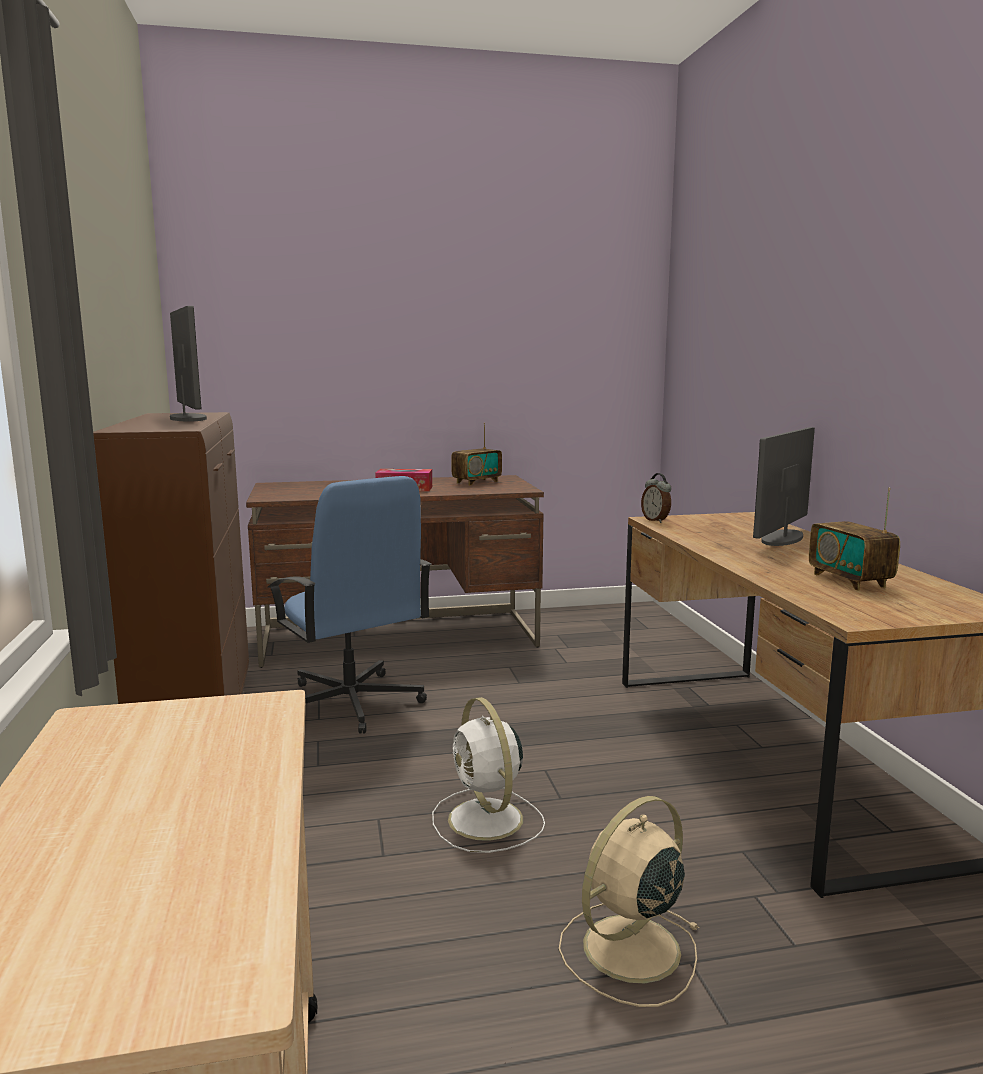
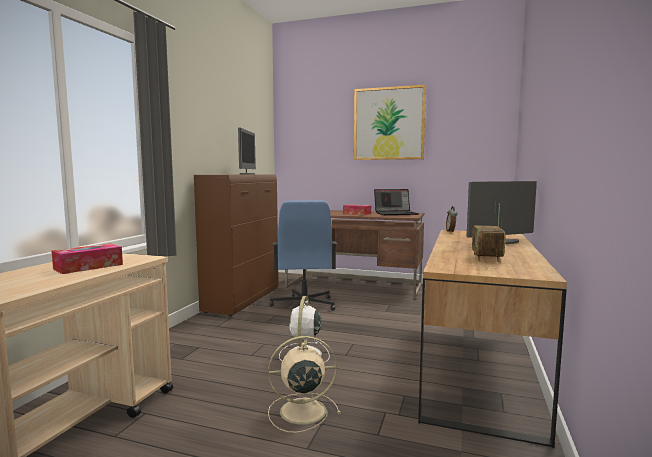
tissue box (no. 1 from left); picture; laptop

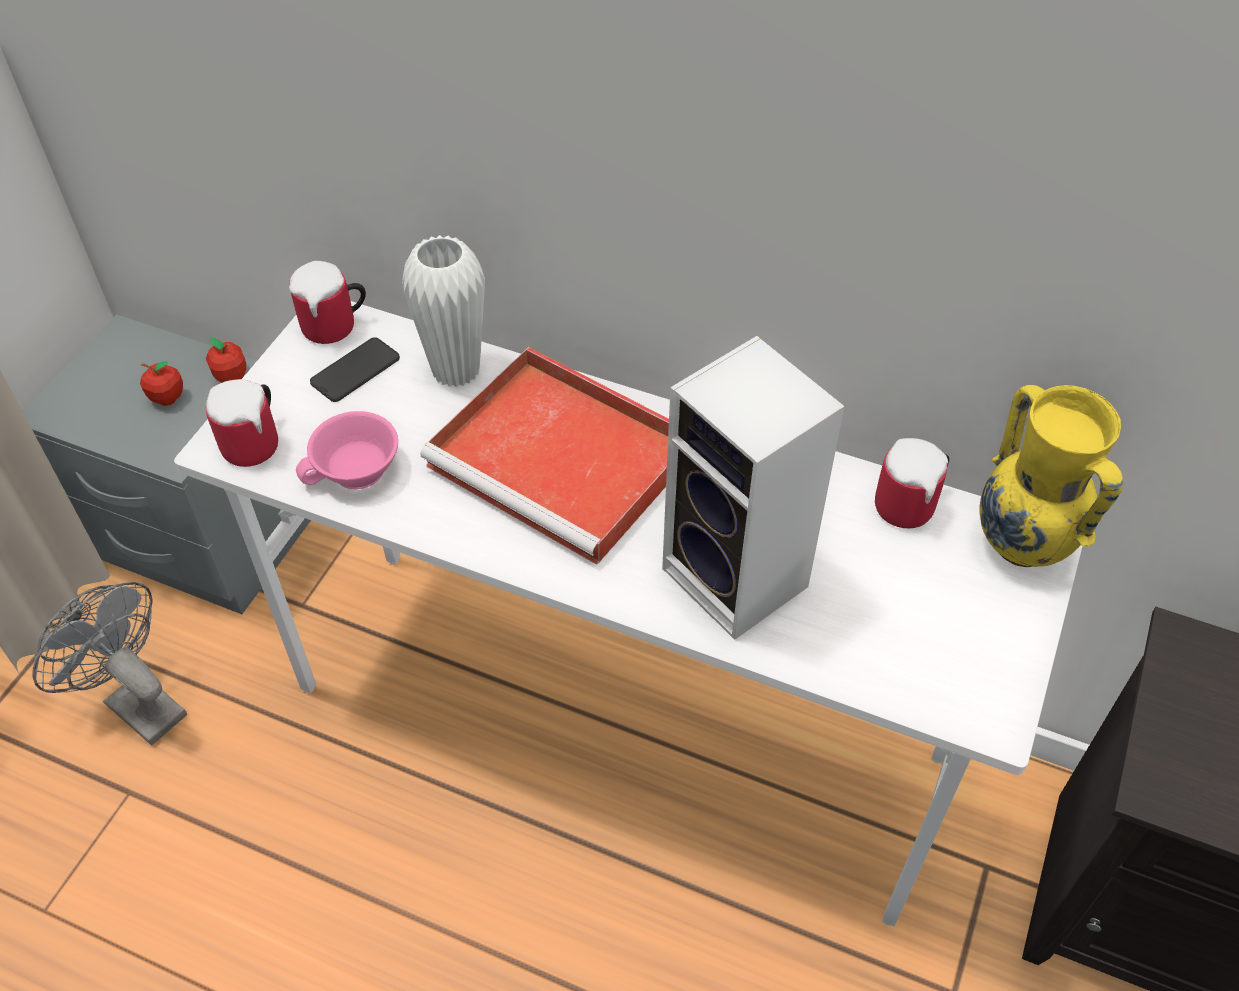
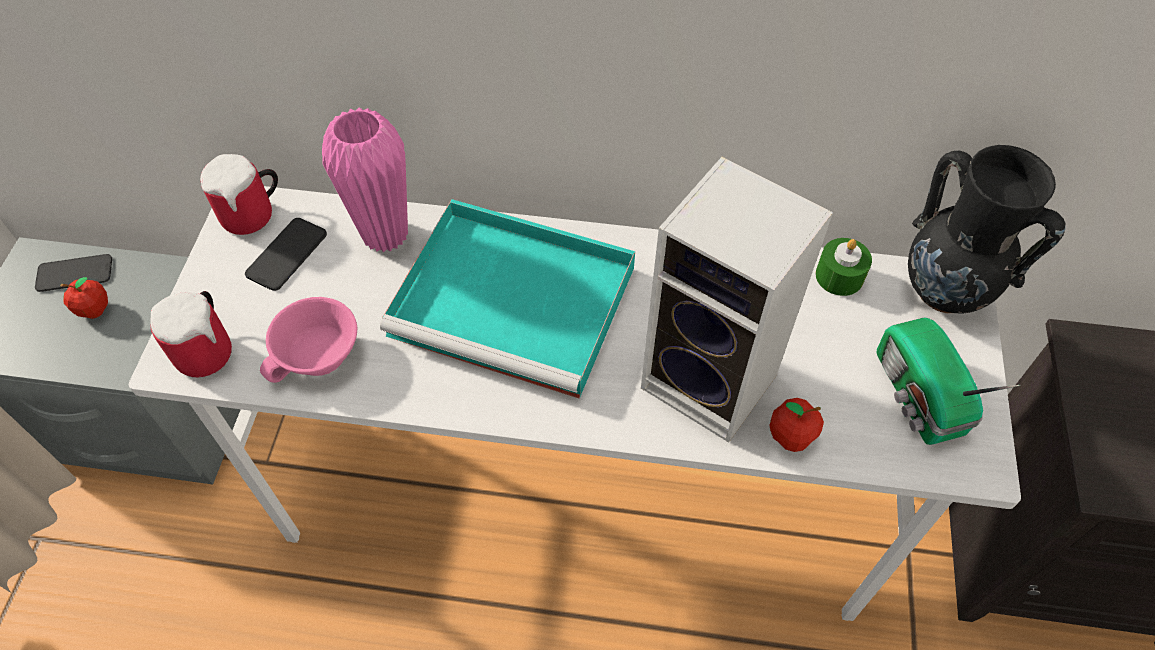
phone (no. 1 from left); pink vase; turquoise tray; apple (no. 2 from left); green candle; radio; black vase; grey fan

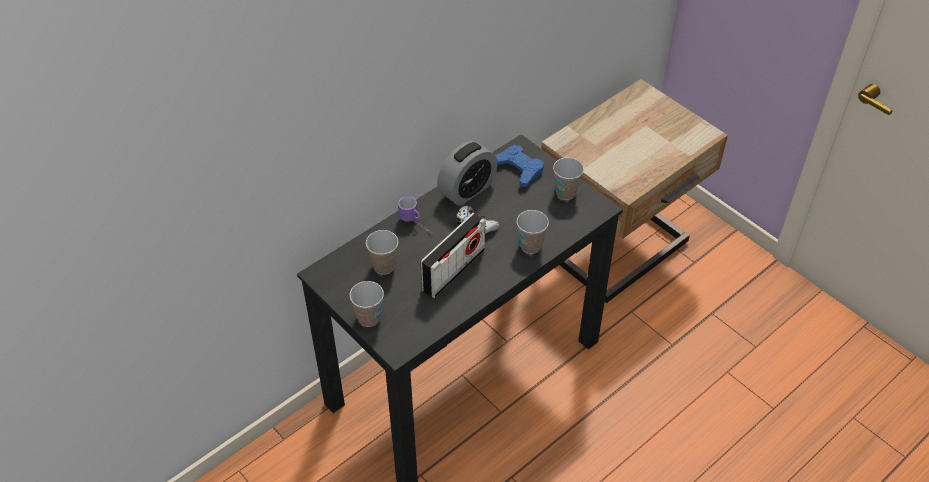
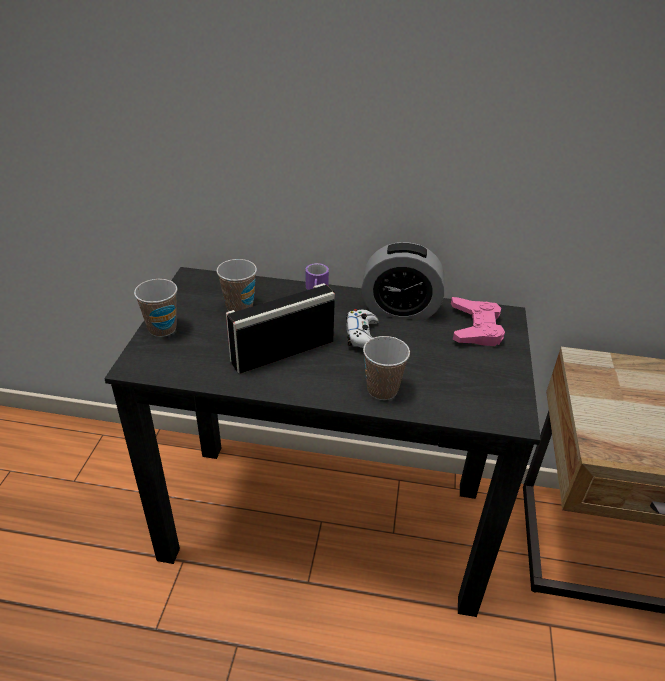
radio; pink game controller; cup (no. 4 from left in the first image)

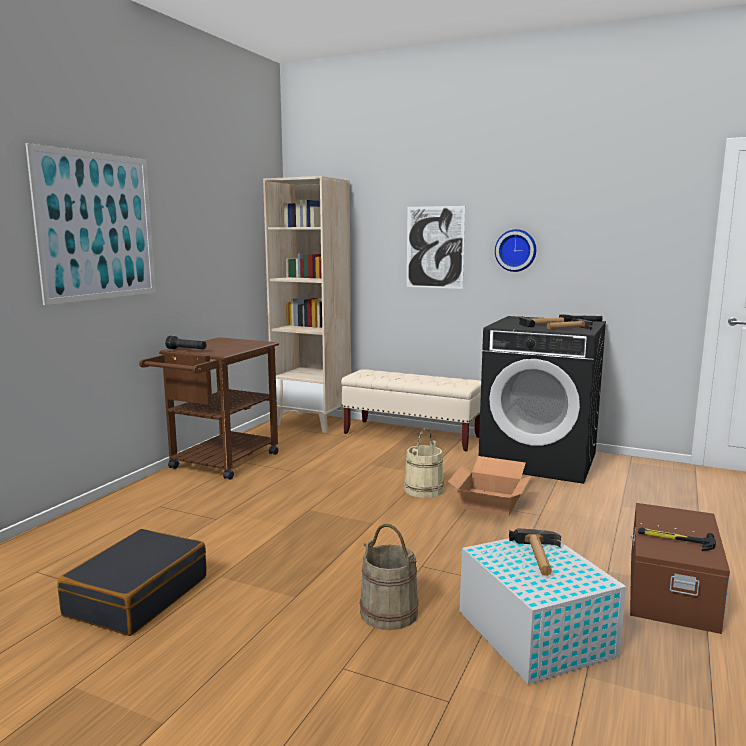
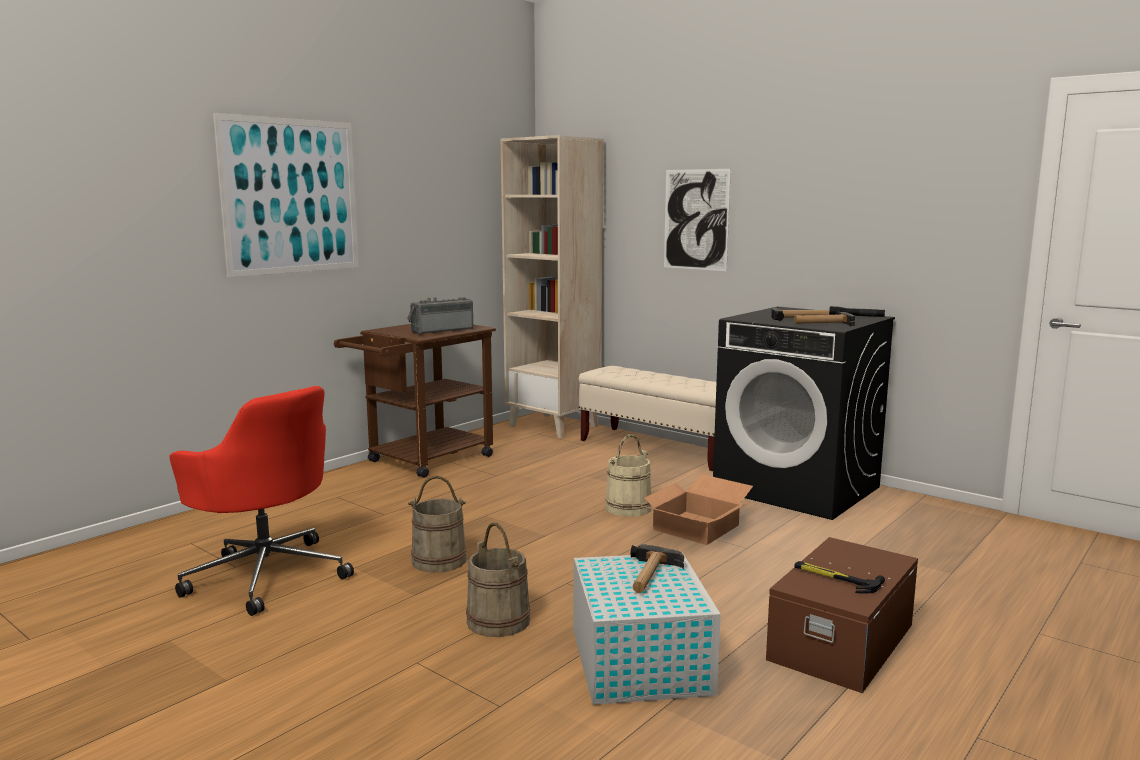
red office chair; radio; beige bucket (no. 1 from left); black flashlight (no. 1 from left in the first image); wall clock

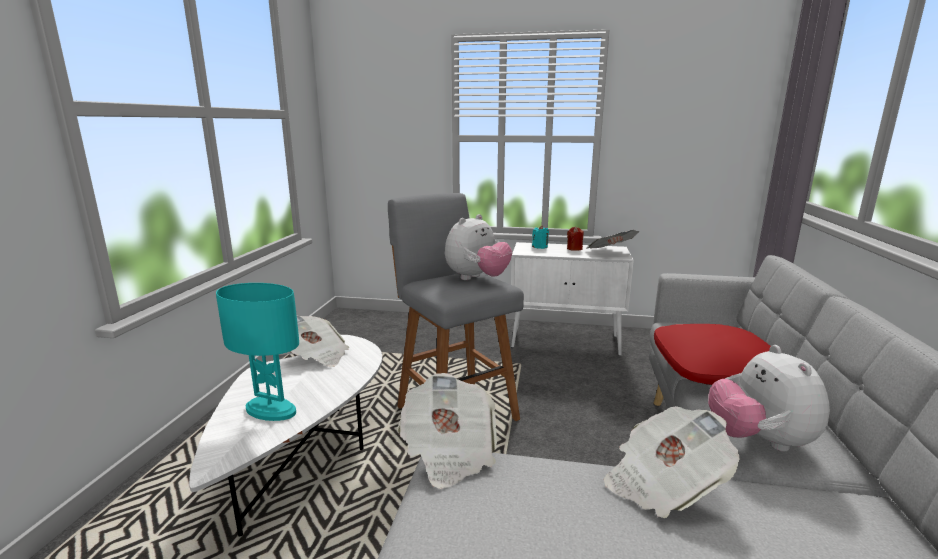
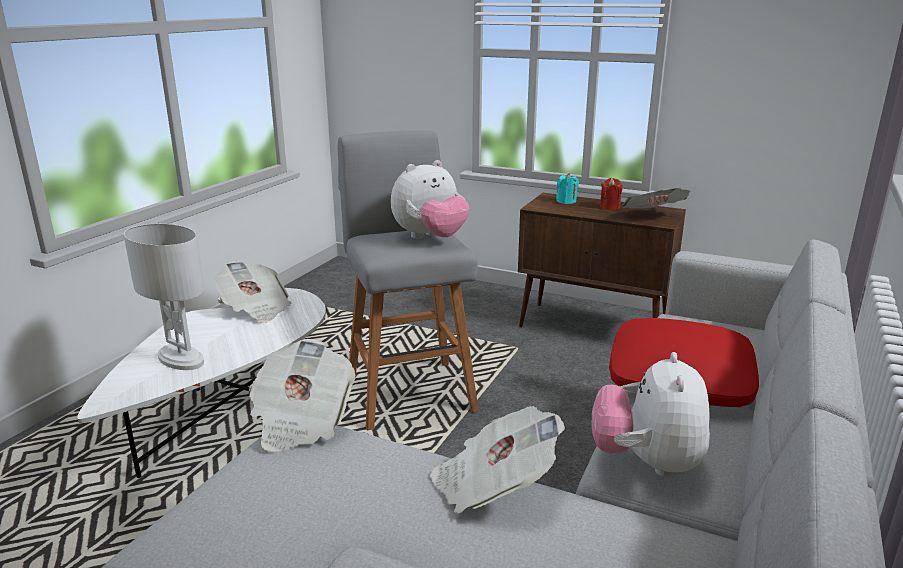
white table lamp; brown cabinet

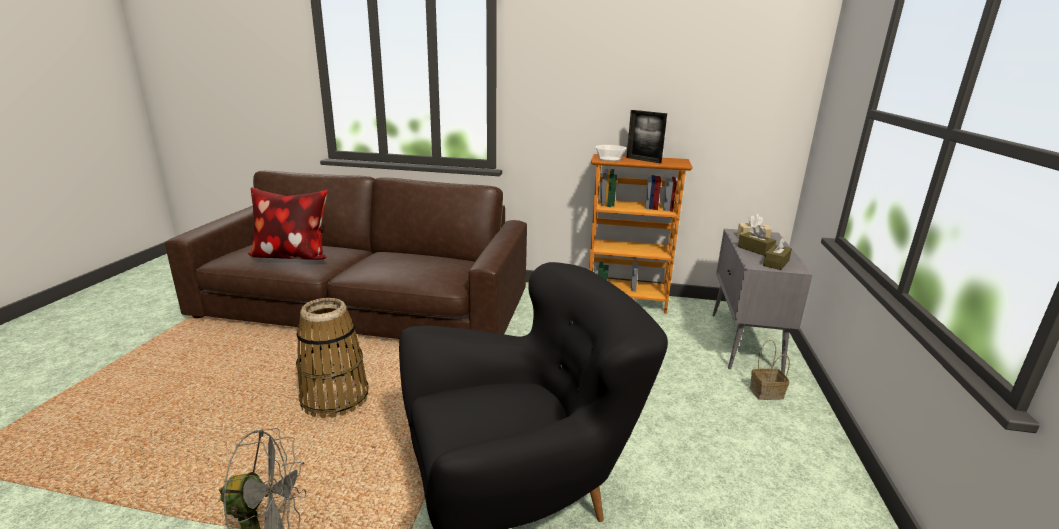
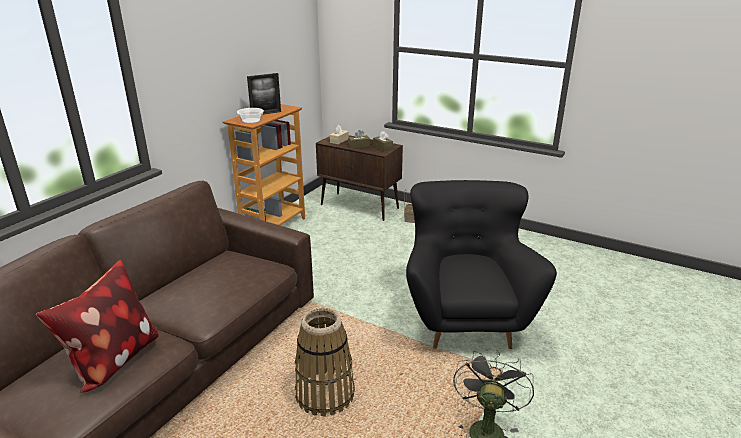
brown cabinet

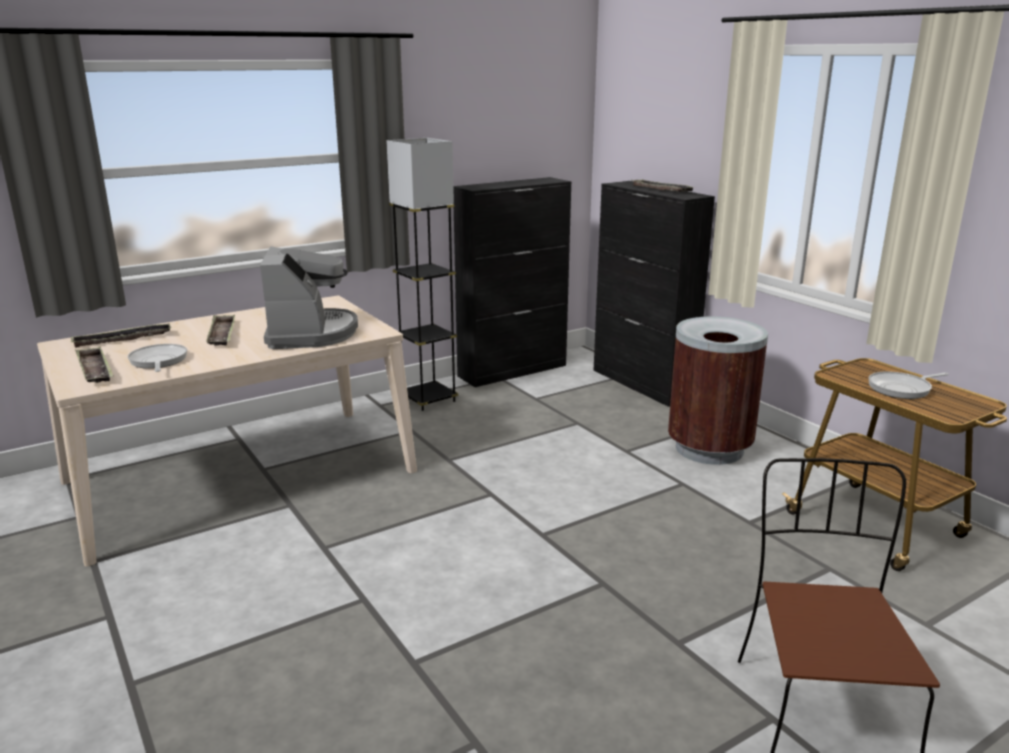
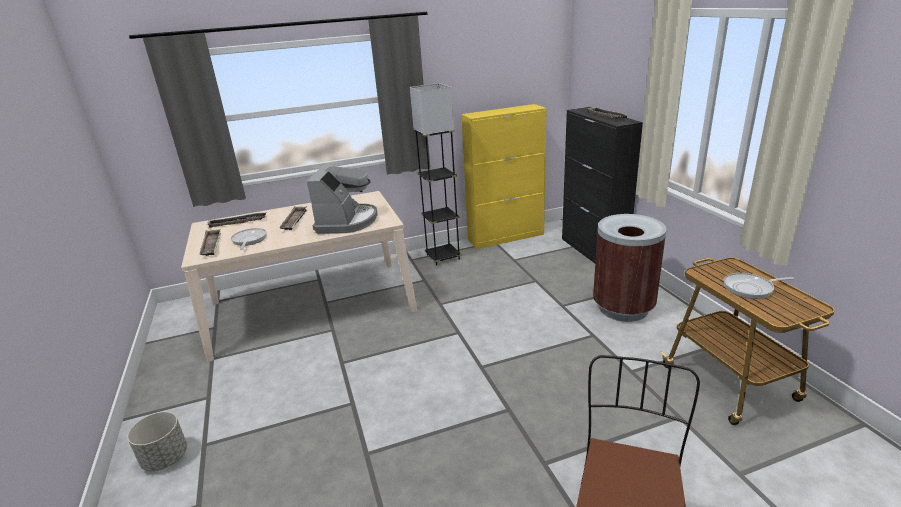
grey planter; yellow cabinet

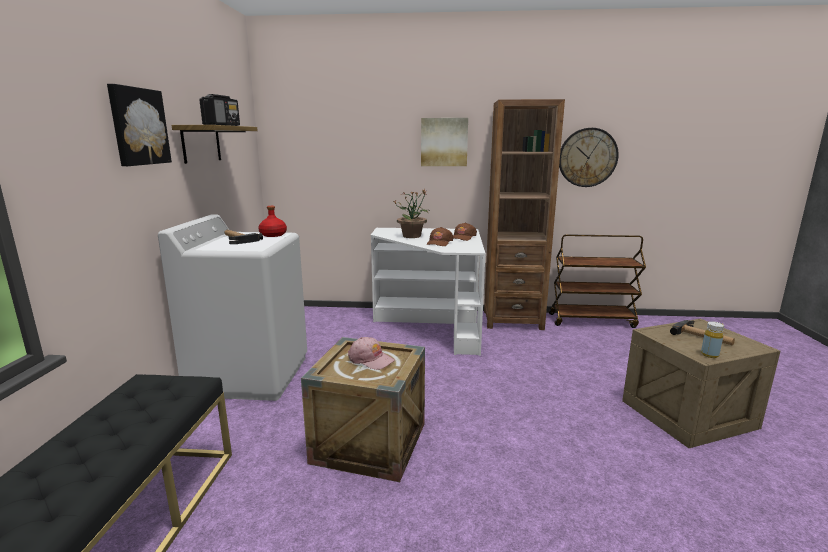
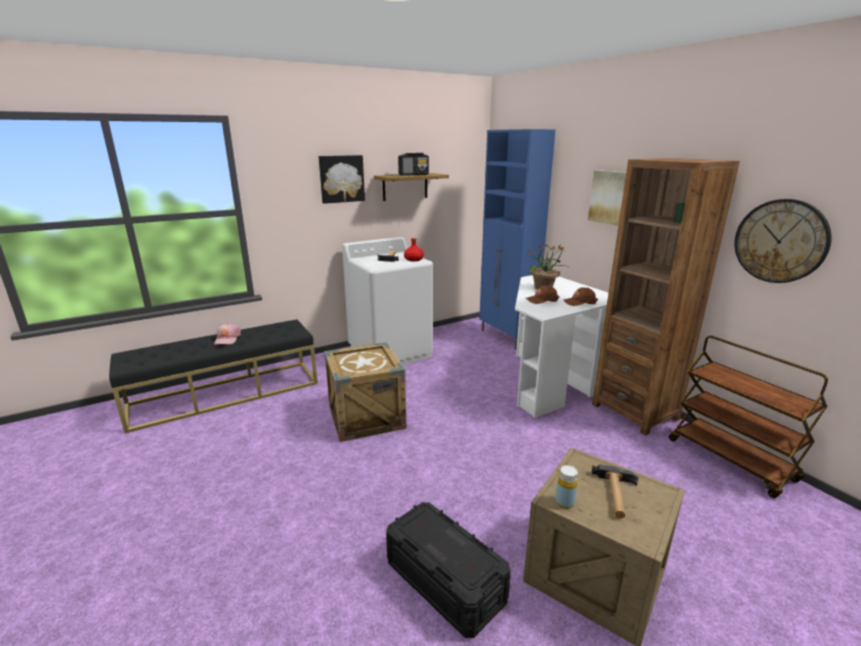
pink cap; black storage box; blue cabinet

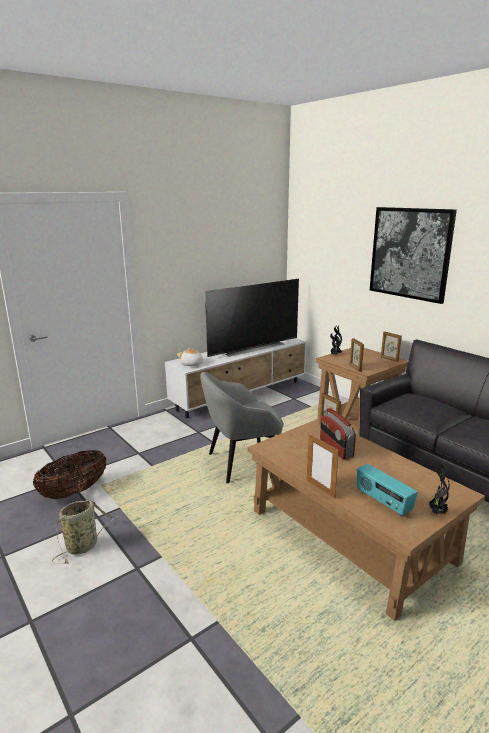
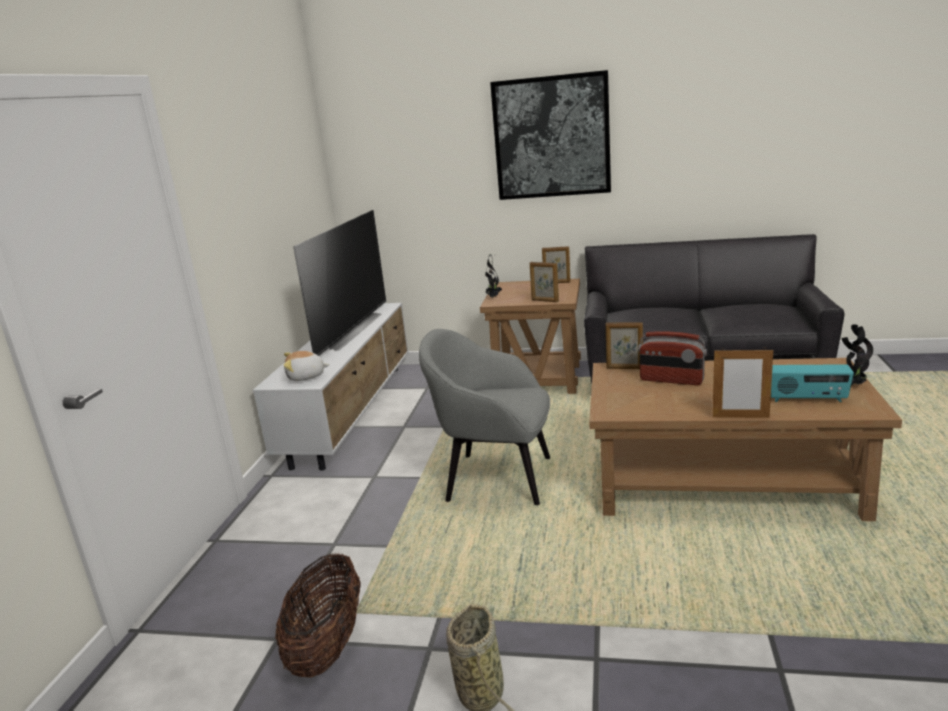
grey armchair

